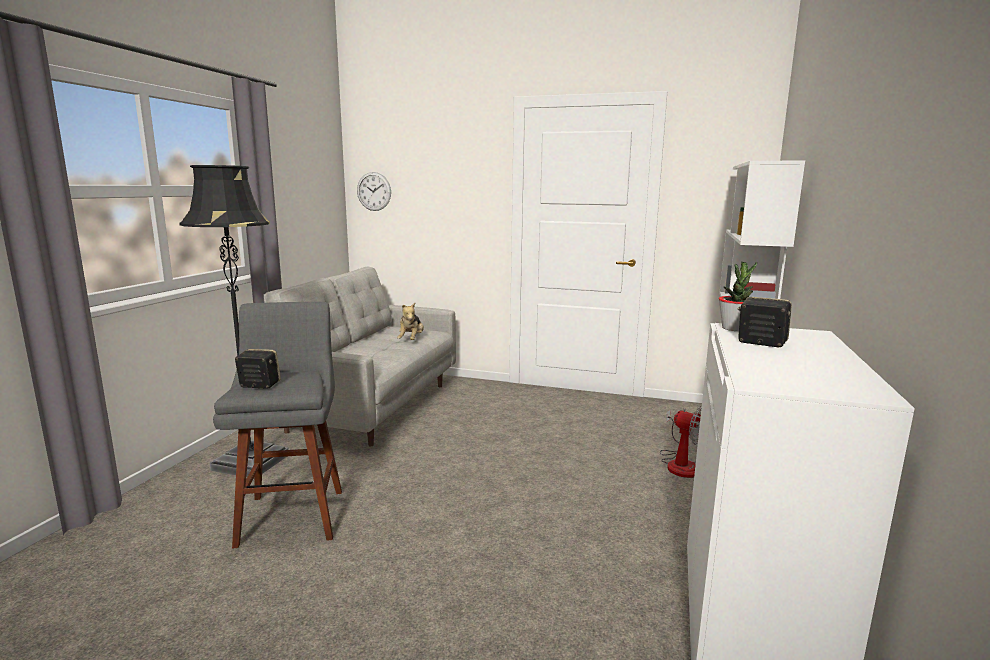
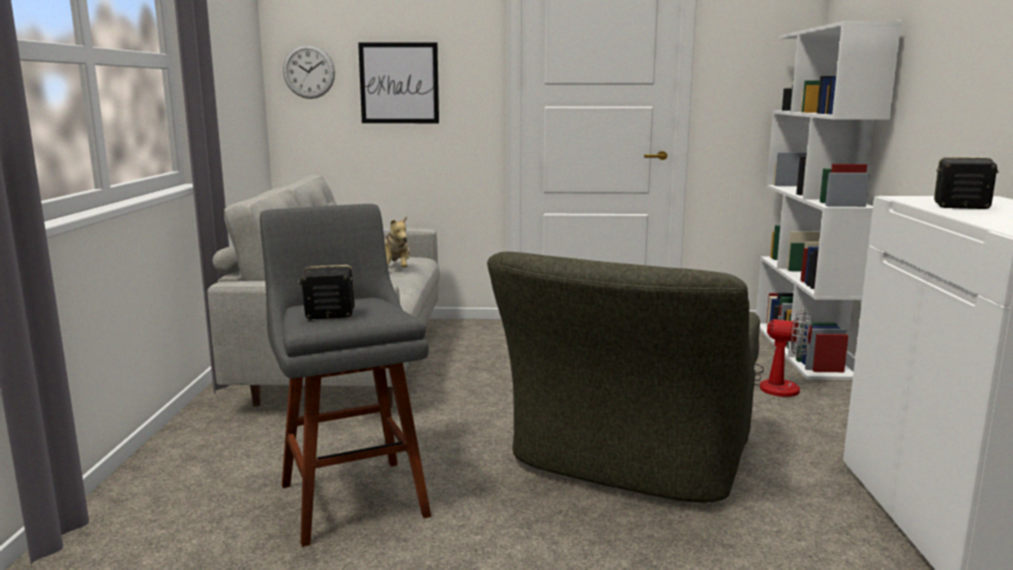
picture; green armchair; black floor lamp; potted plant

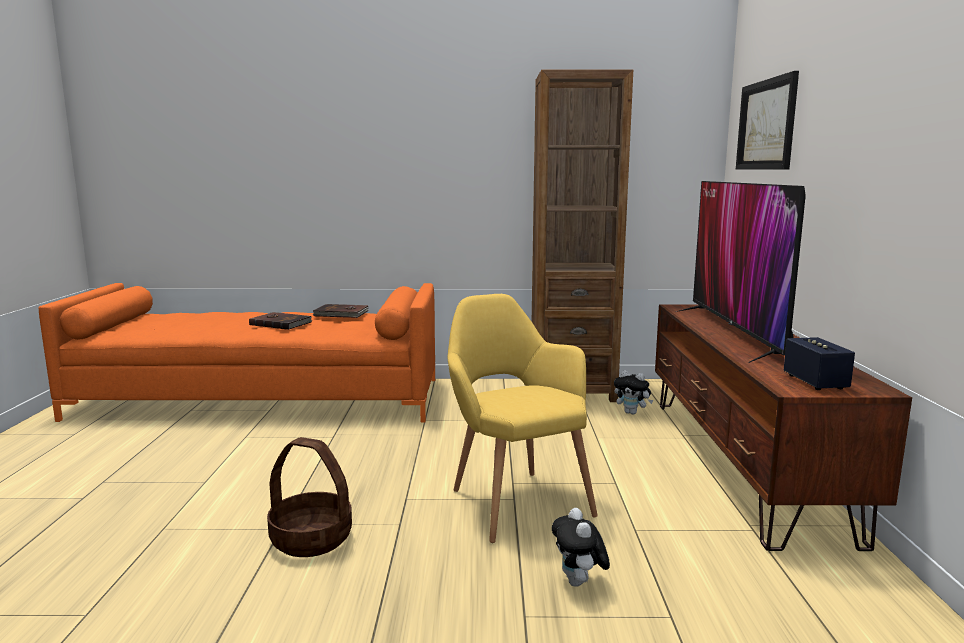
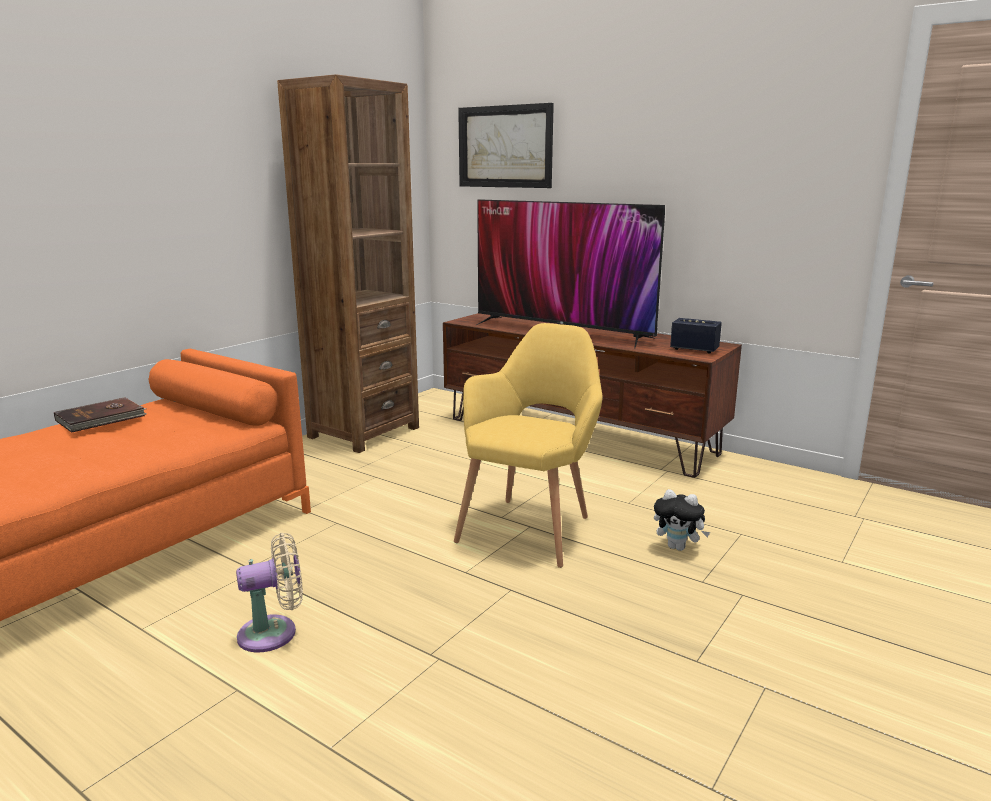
beige fan; yellow armchair; brown book (no. 1 from left in the first image); basket; plush toy (no. 2 from left in the first image)

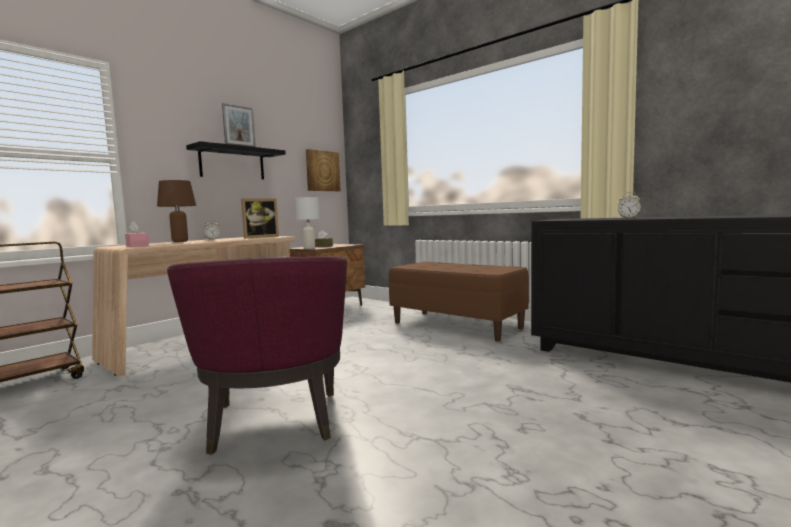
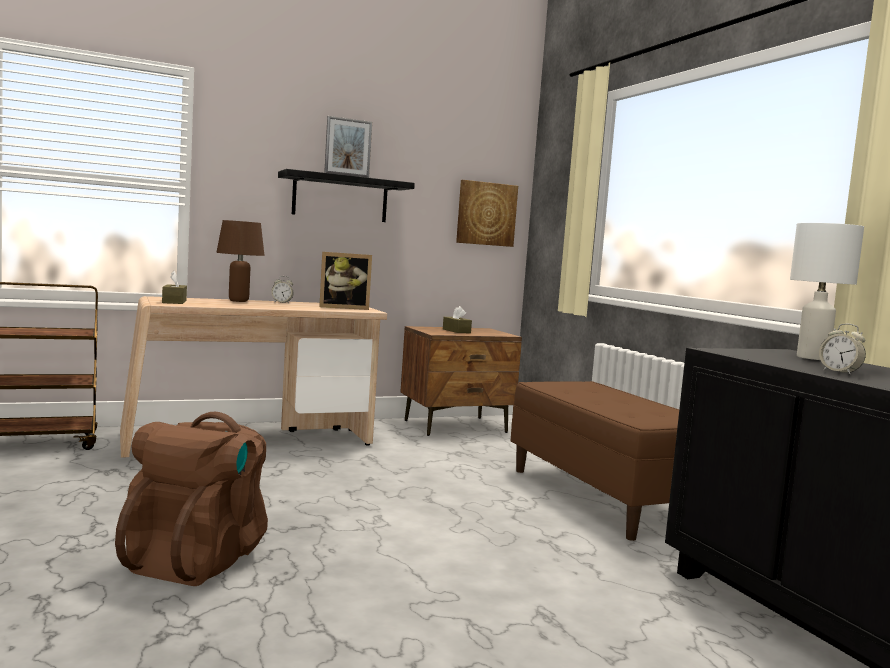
brown backpack; brown tissue box (no. 1 from left); white table lamp

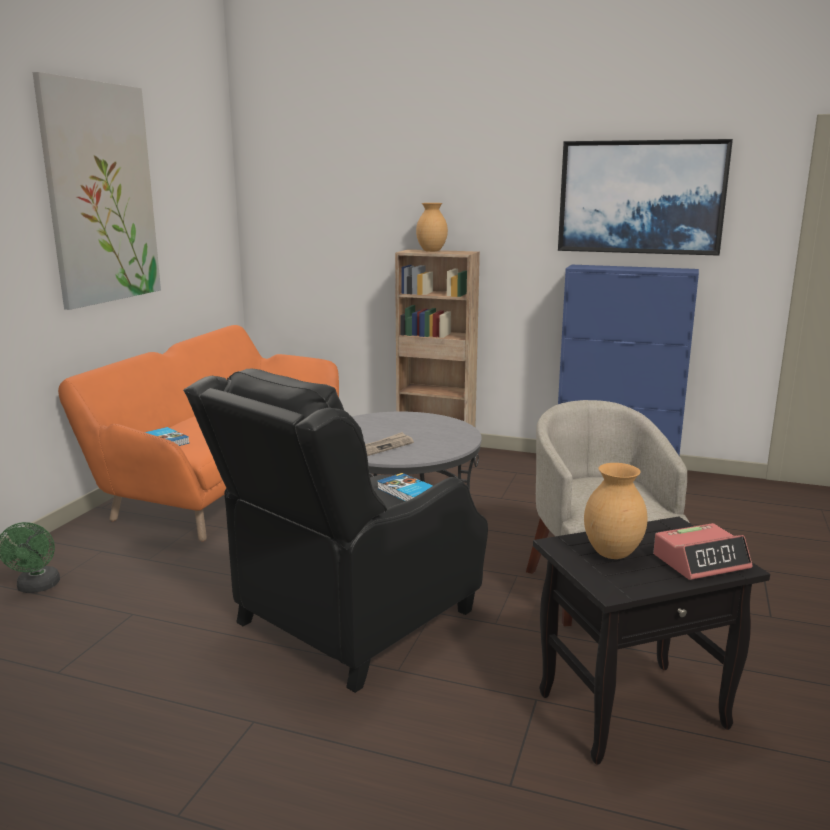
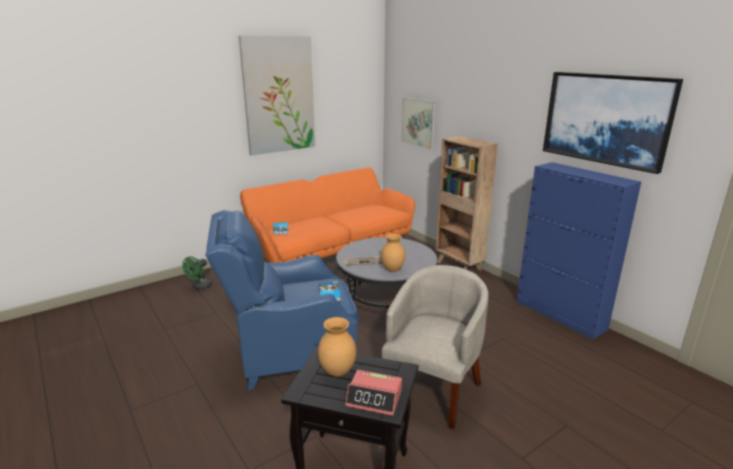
blue armchair; brown vase (no. 2 from left); picture (no. 2 from left)

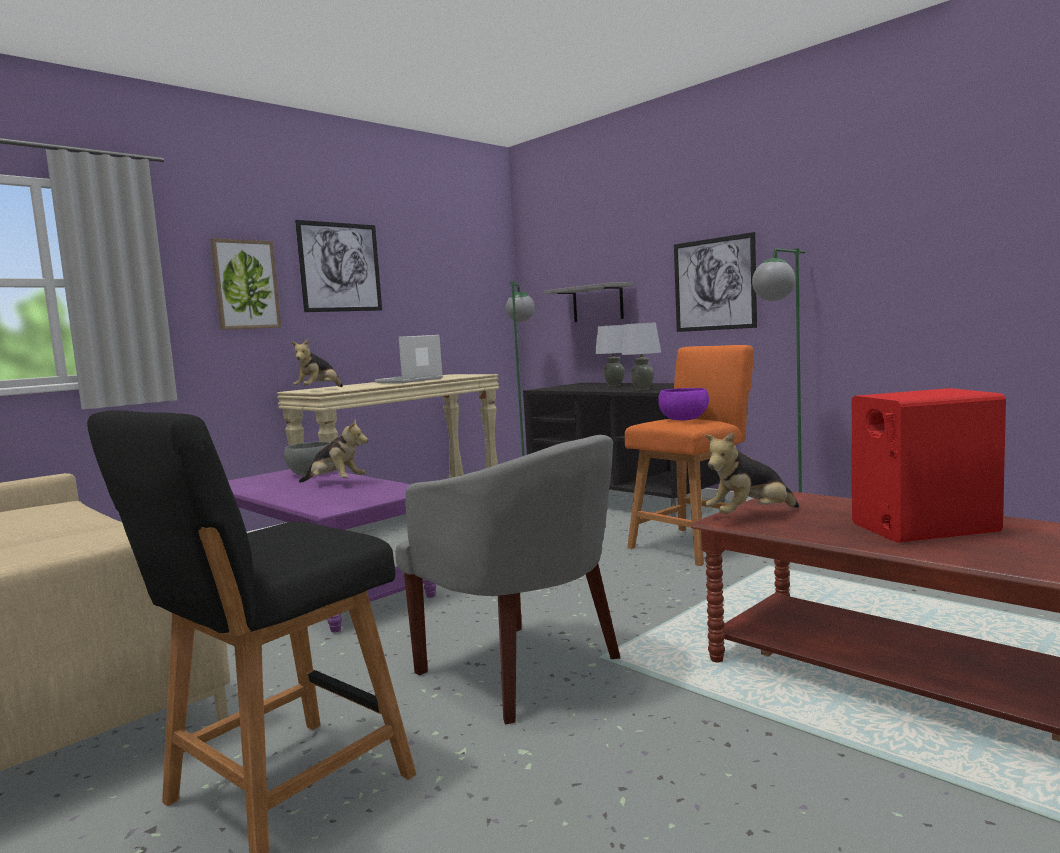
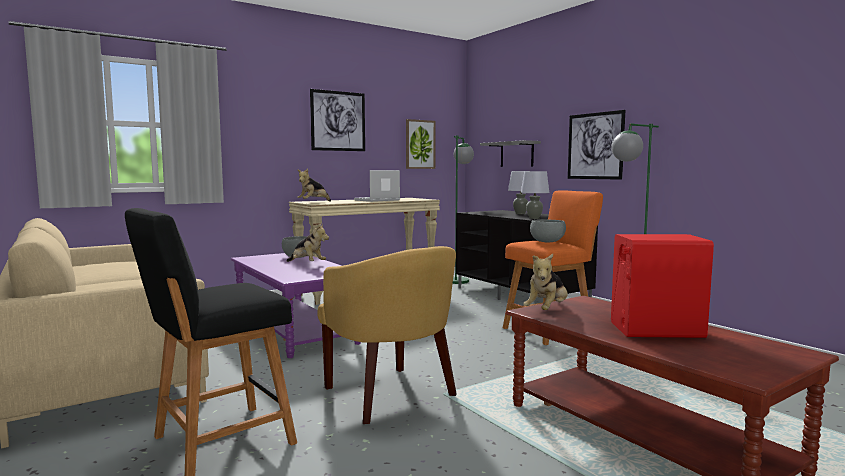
yellow armchair; picture (no. 2 from left); plush toy (no. 3 from left); grey bowl (no. 2 from left)

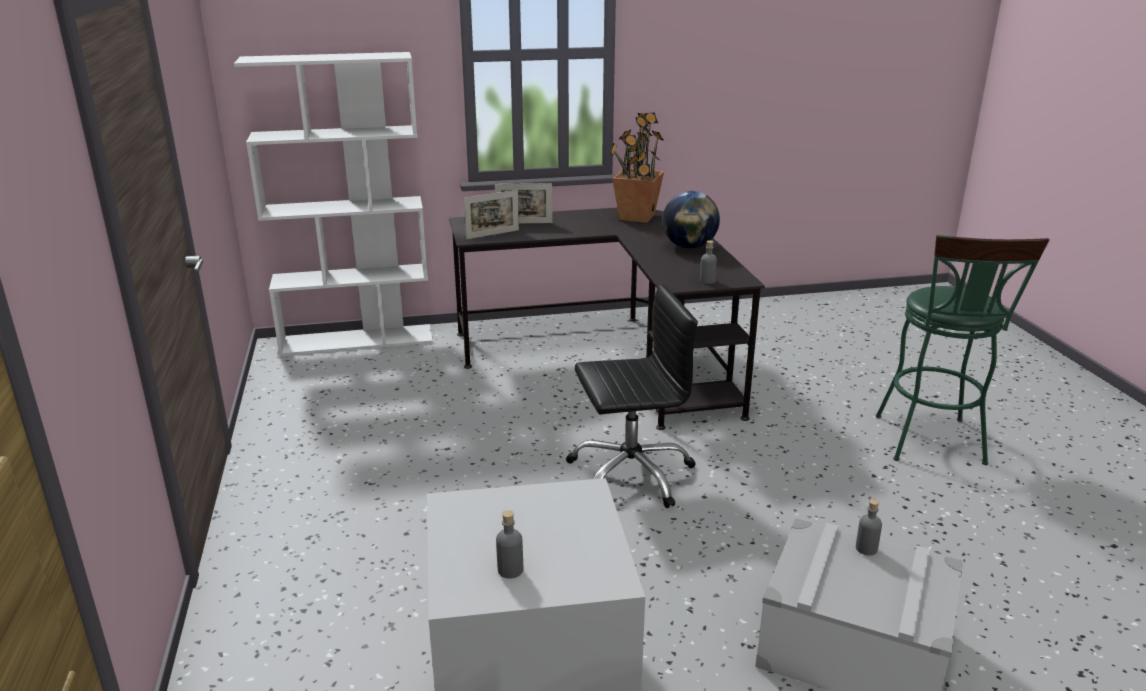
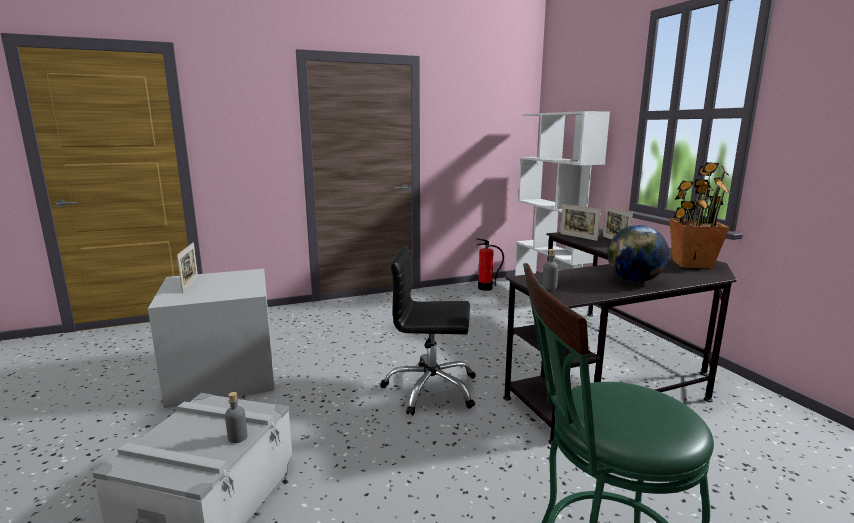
picture frame (no. 1 from left); black office chair; fire extinguisher

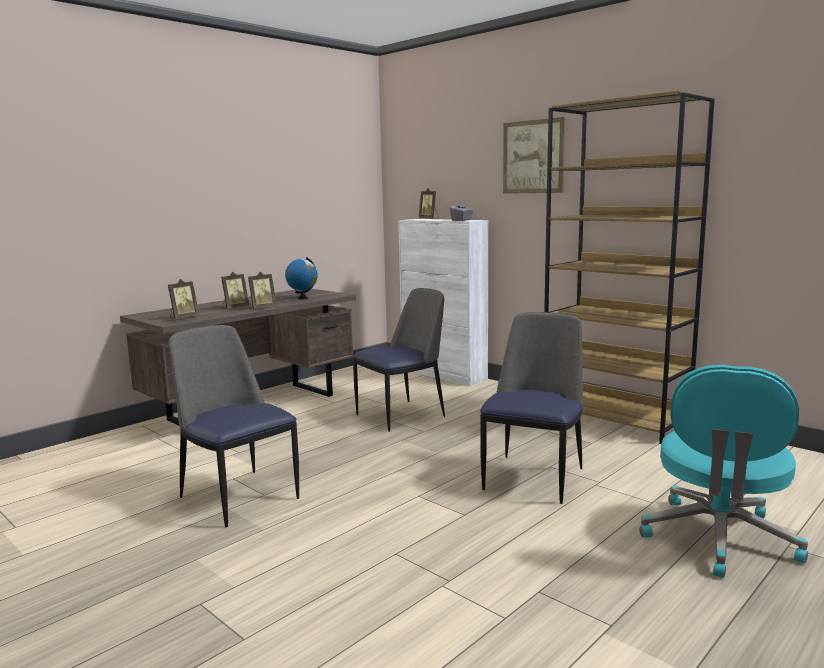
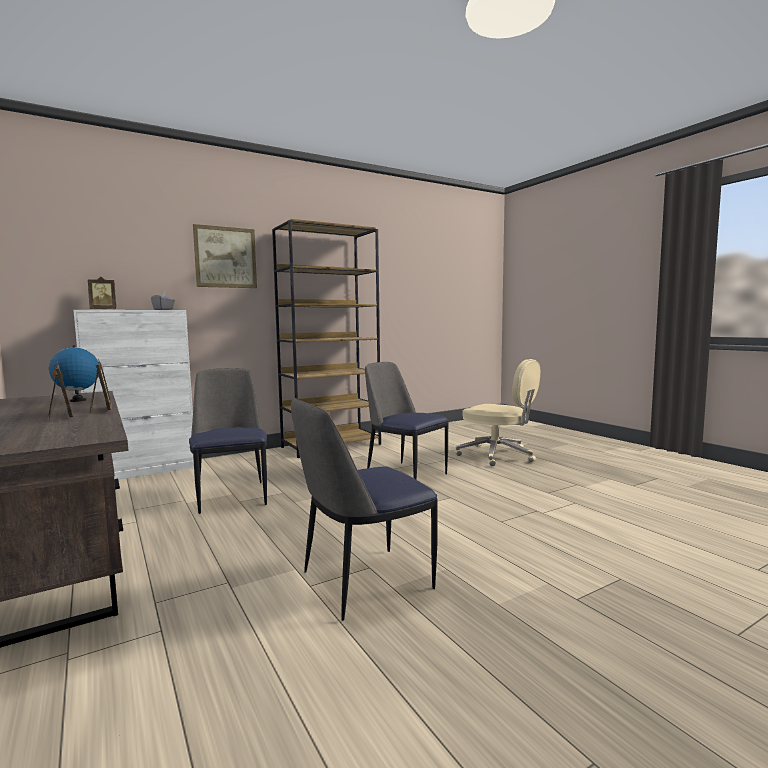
beige office chair; picture frame (no. 1 from left in the first image)

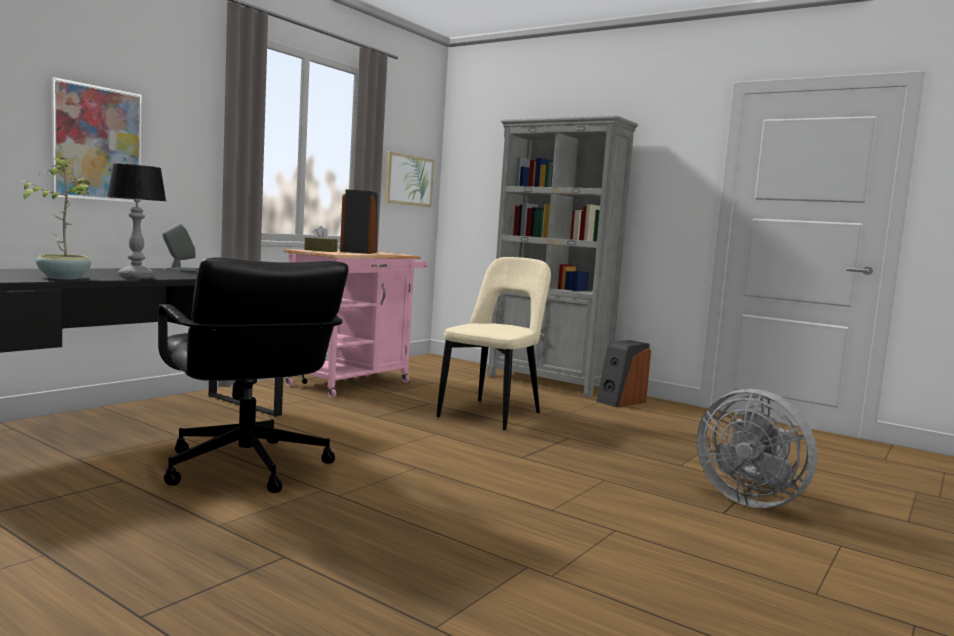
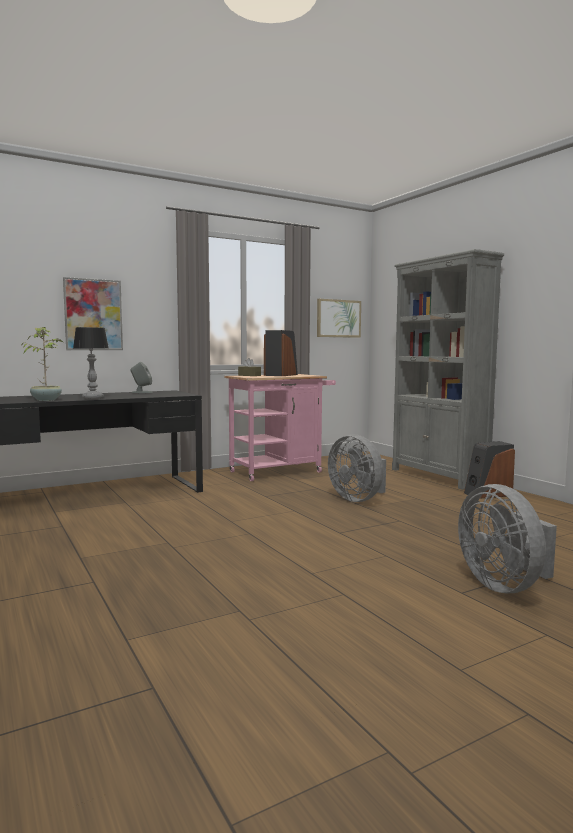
grey fan (no. 1 from left); black office chair

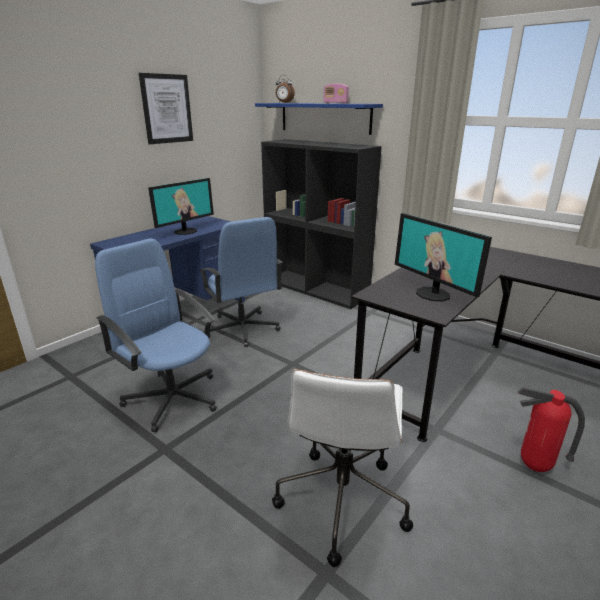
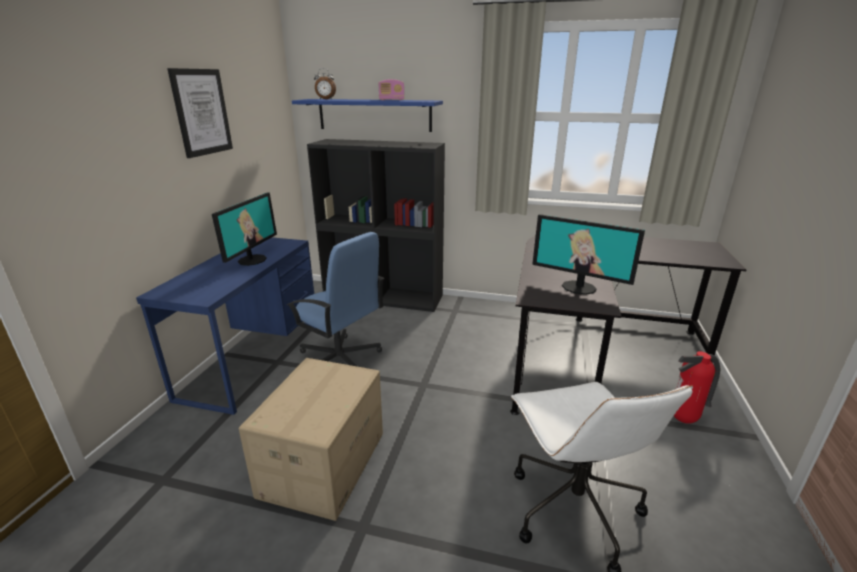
cardboard box

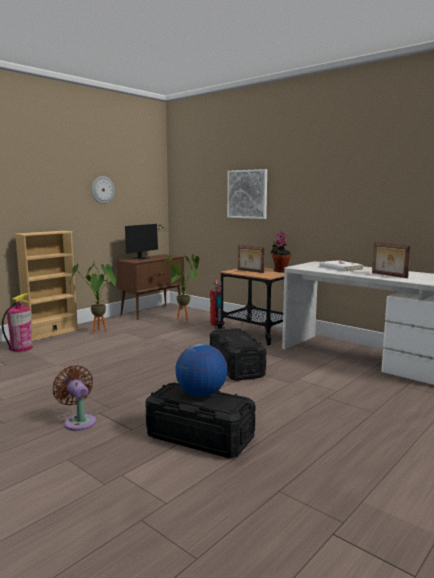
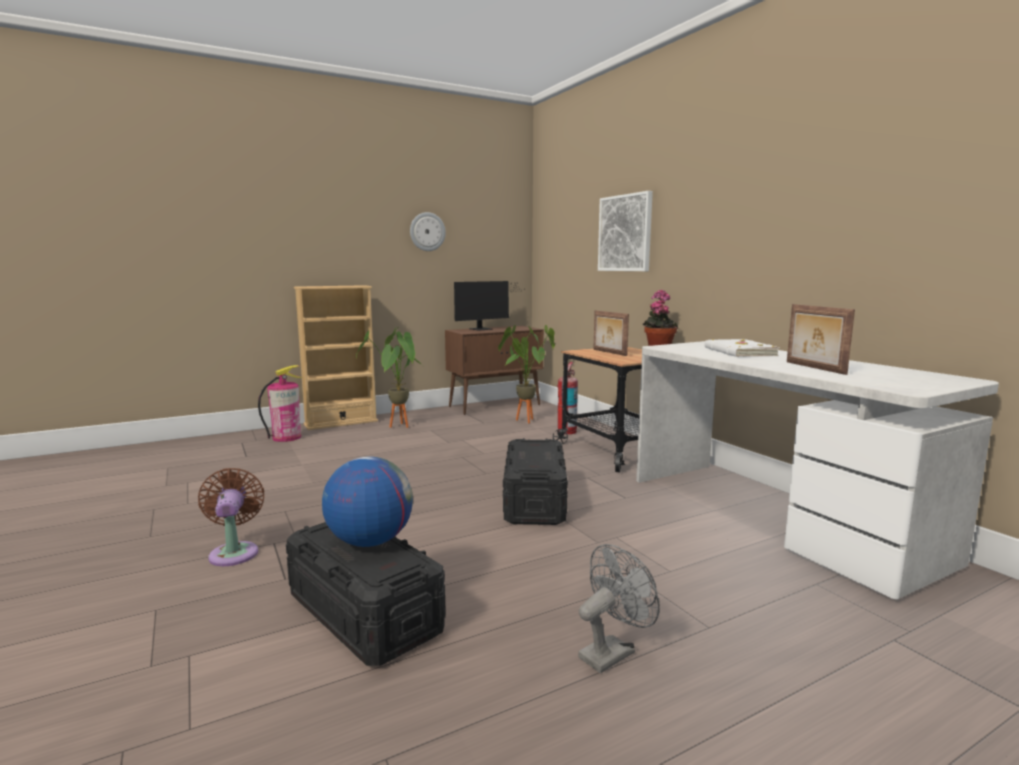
grey fan

